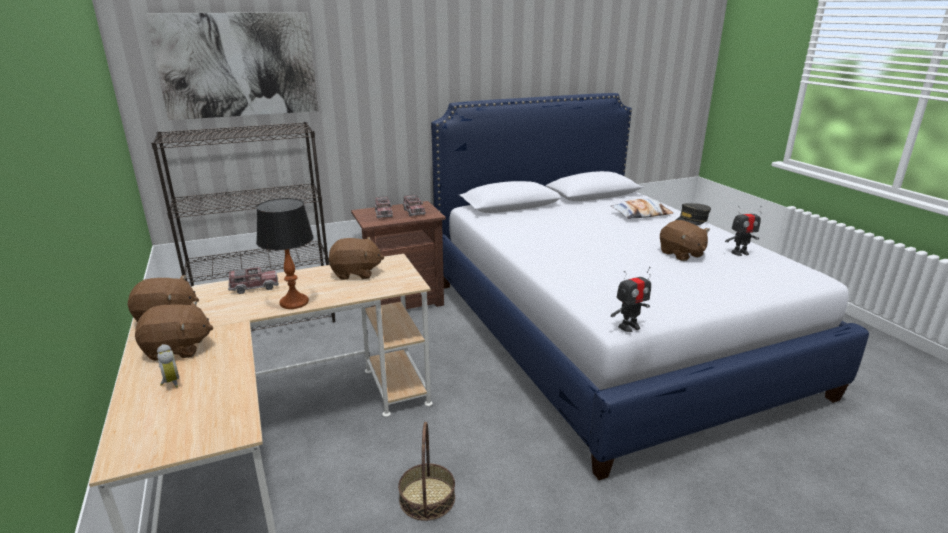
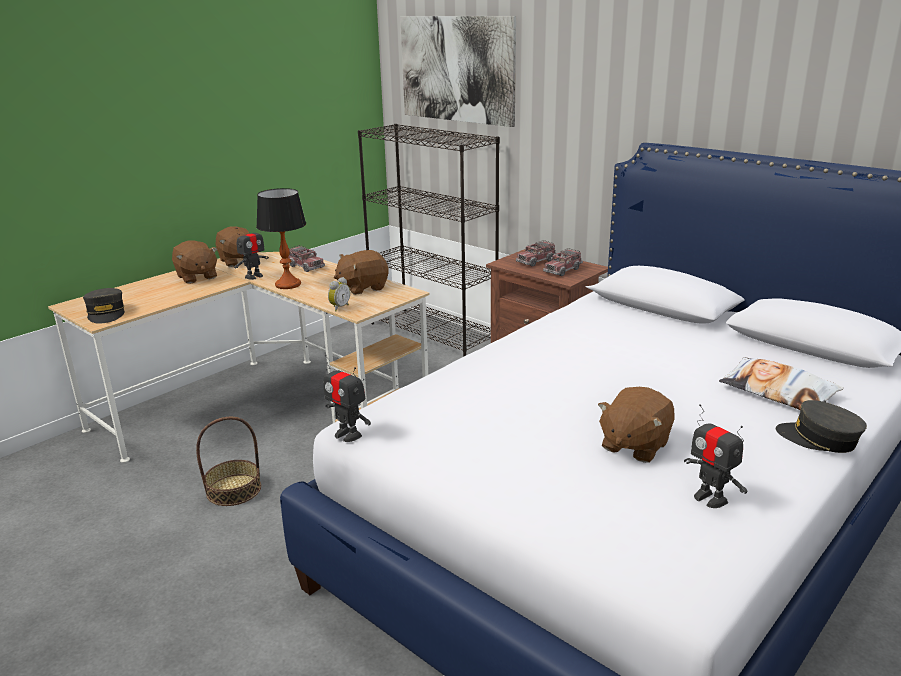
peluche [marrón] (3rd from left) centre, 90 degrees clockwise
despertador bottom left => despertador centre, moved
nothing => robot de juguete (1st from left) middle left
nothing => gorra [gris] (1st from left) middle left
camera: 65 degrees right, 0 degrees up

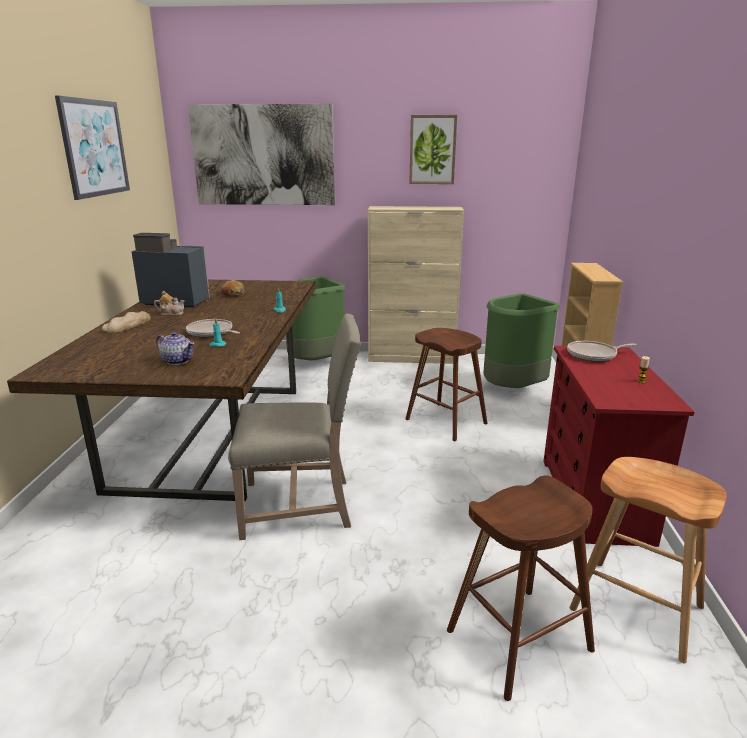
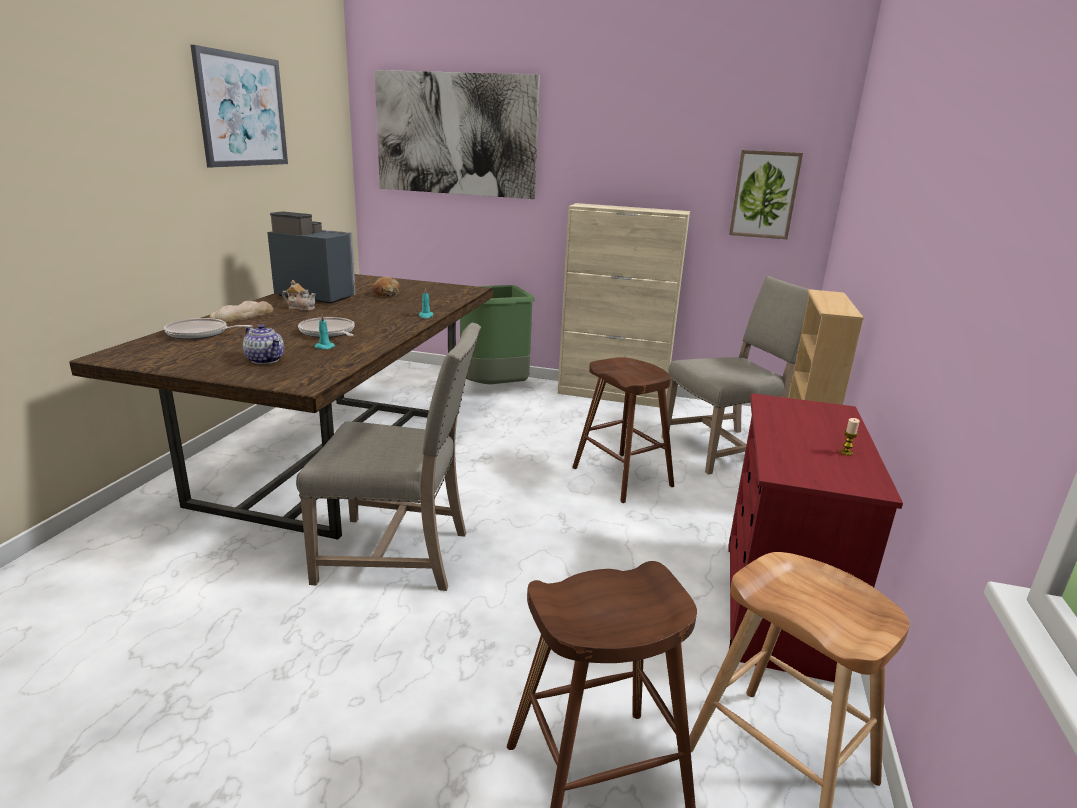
cuadro (3rd from left) top centre => cuadro (3rd from left) top right, moved
papelera [verde] (2nd from left) middle right => silla [beis] (2nd from left) middle right
sartén (2nd from left in the first image) middle right => sartén (1st from left) middle left, moved
camera: 10 degrees right, 0 degrees up

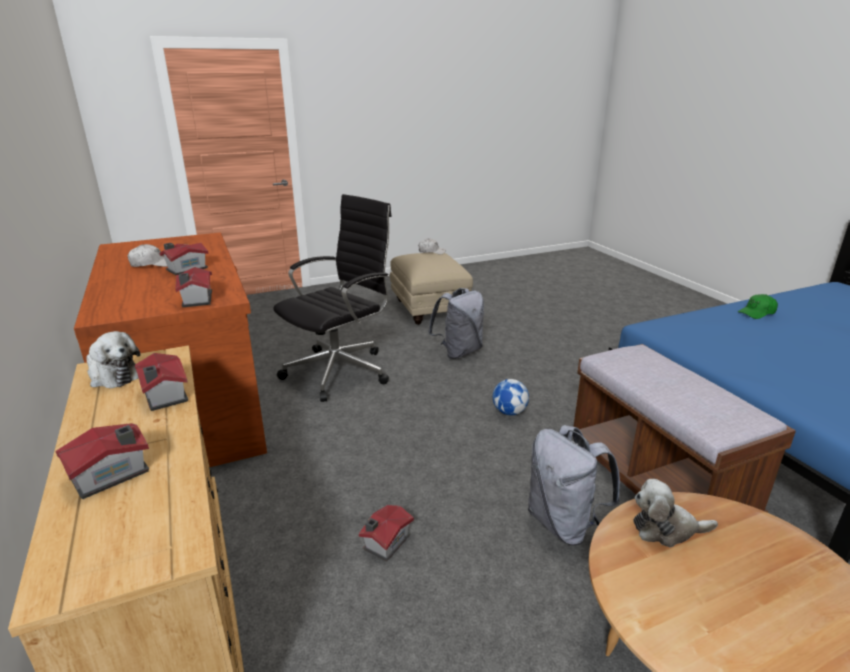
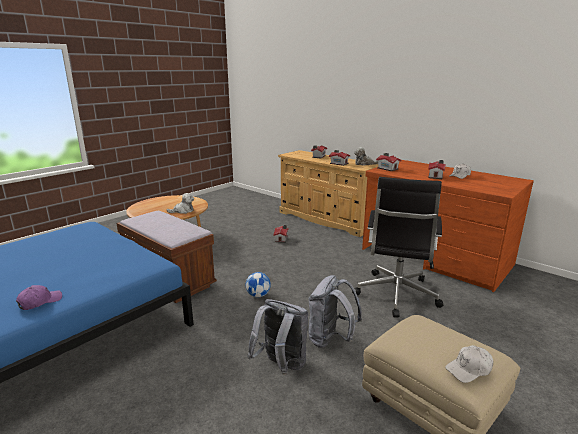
gorra [verde] middle right => gorra [morado] bottom left
mochila [gris] (2nd from left in the first image) bottom right => mochila [gris] (1st from left) bottom centre, moved
camera: 155 degrees right, 5 degrees down

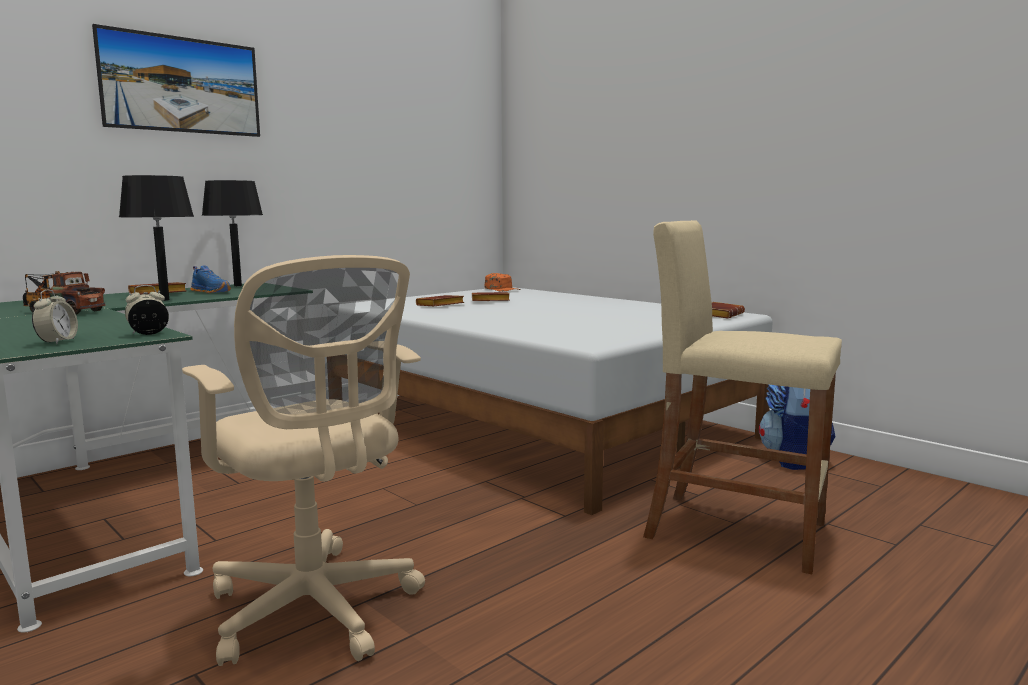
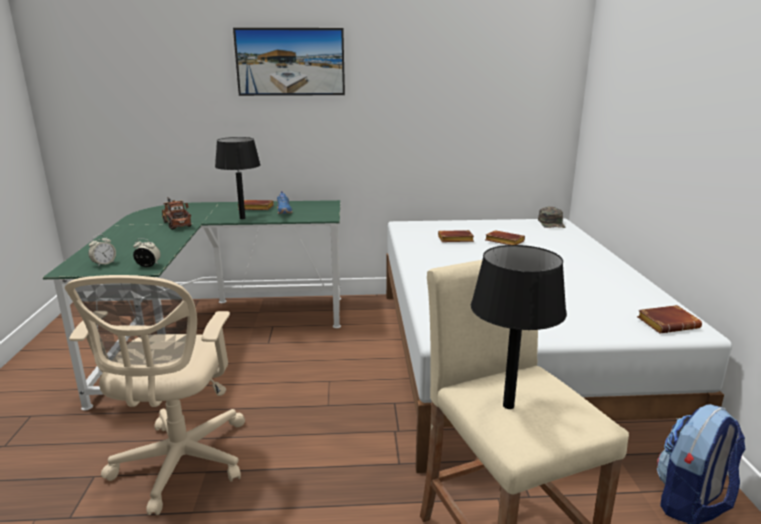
lámpara de mesa [negro] (2nd from left) middle left => lámpara de mesa [negro] (2nd from left) middle right, moved
gorra [naranja] centre => gorra [verde] middle right
camera: 40 degrees right, 10 degrees up

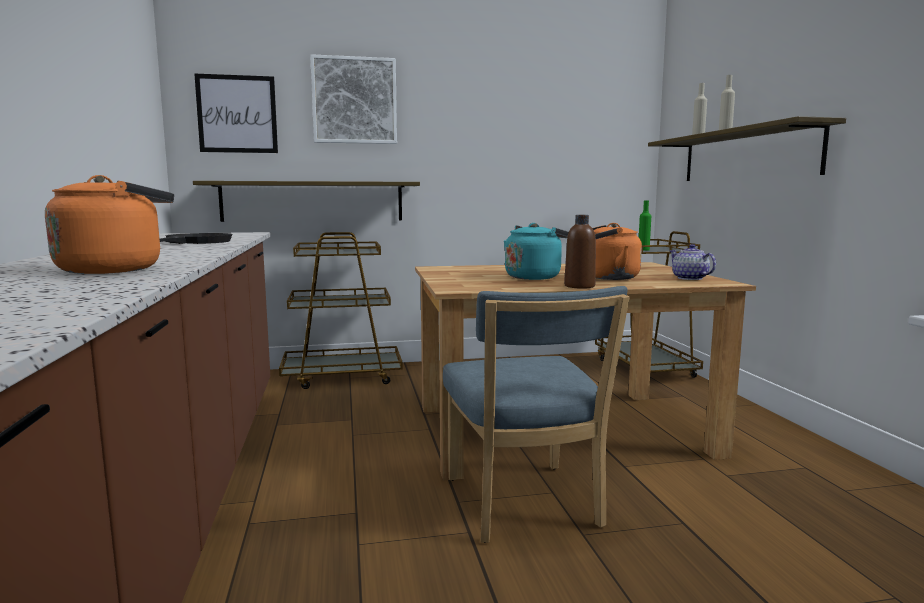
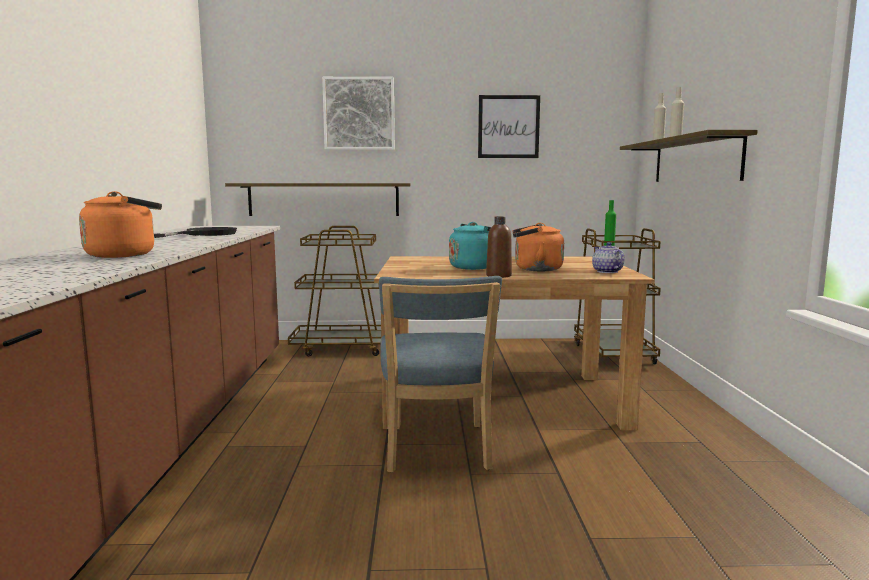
cuadro (1st from left in the first image) top left => cuadro (2nd from left) top centre, moved
camera: 10 degrees right, 0 degrees up

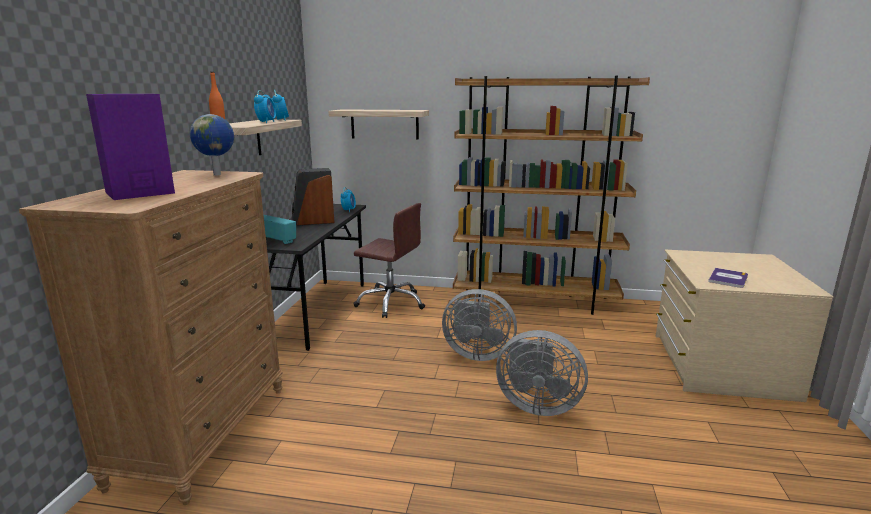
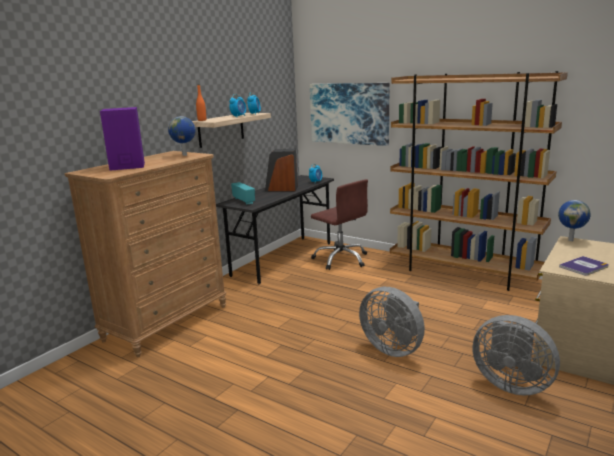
estante (2nd from left) top centre => cuadro top centre
ventilador [gris] (1st from left in the first image) centre => ventilador [gris] (2nd from left) bottom right, moved
nothing => globo terráqueo (2nd from left) middle right
camera: 25 degrees right, 0 degrees up

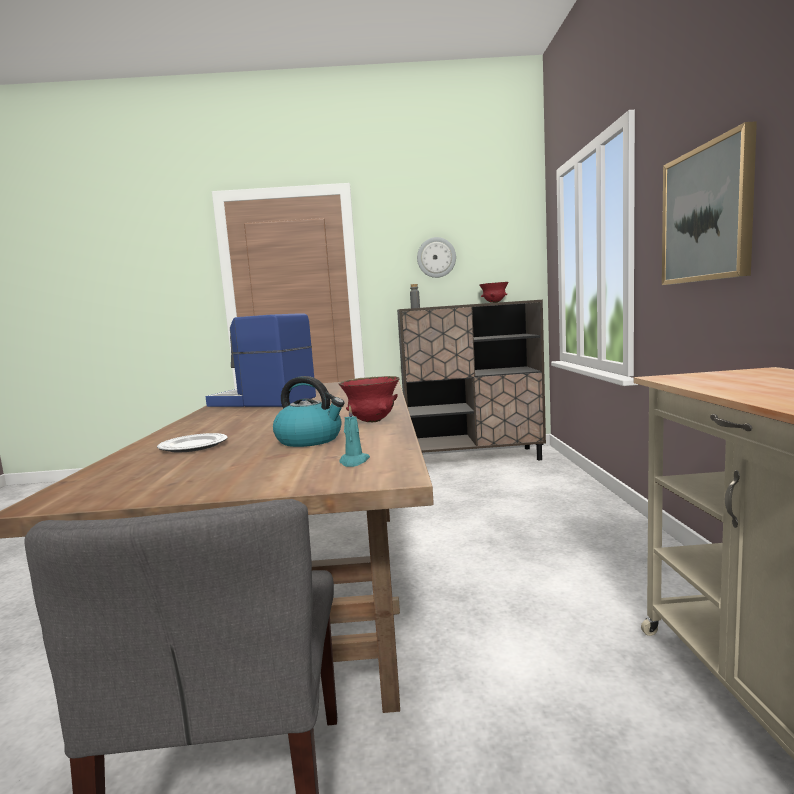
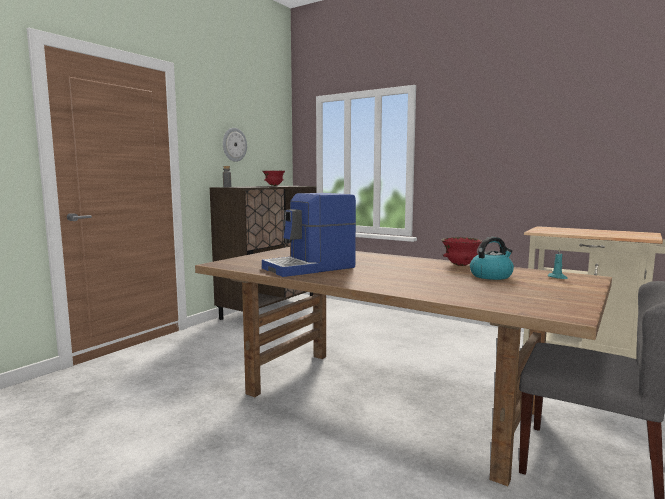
cuadro top right => nothing
plato middle left => nothing
camera: 55 degrees left, 0 degrees up

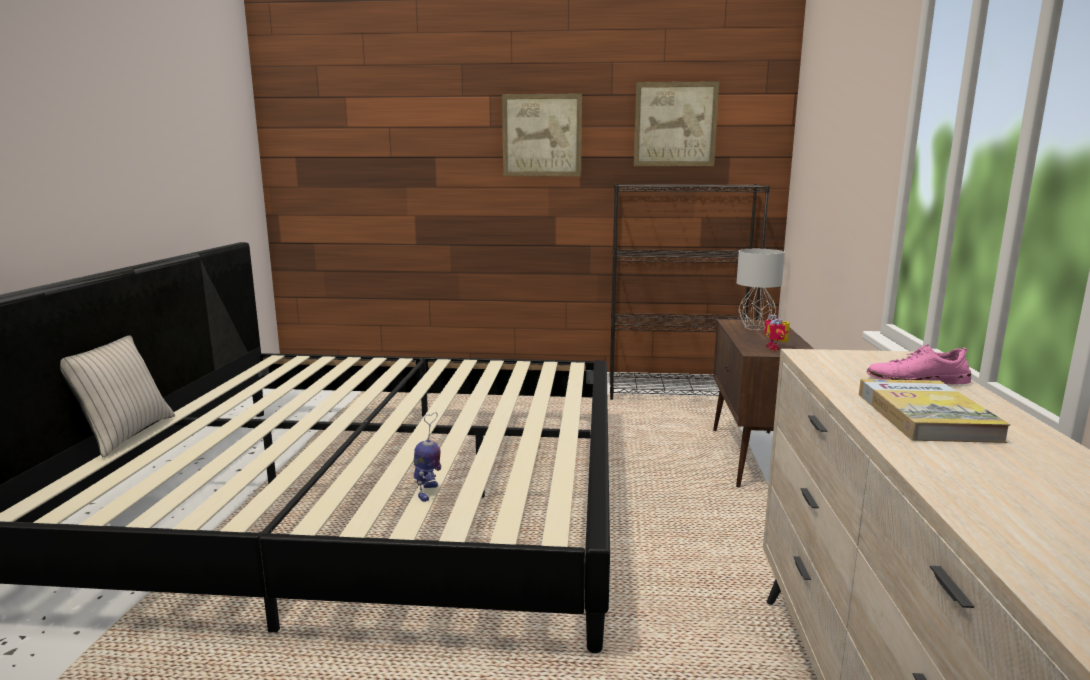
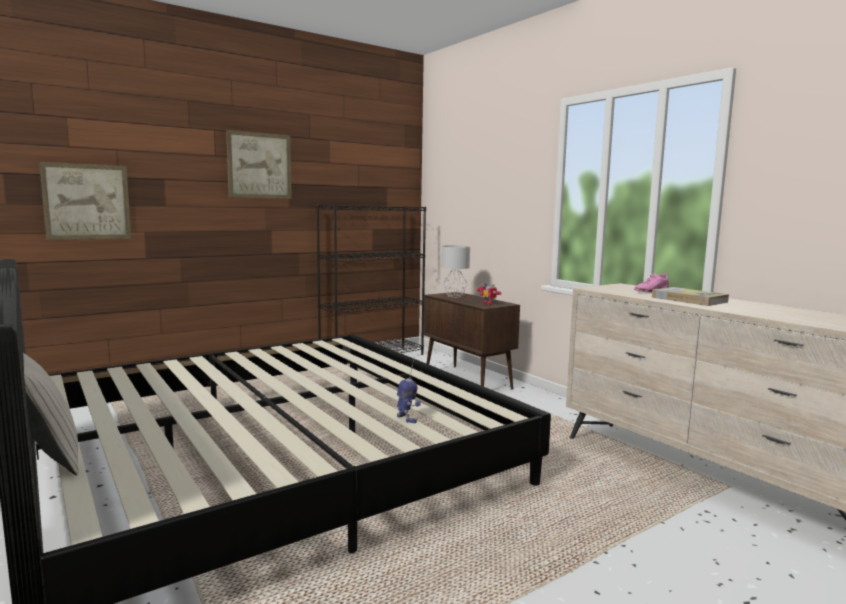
cuadro (2nd from left in the first image) top centre => cuadro (1st from left) top left, moved
camera: 40 degrees left, 5 degrees down

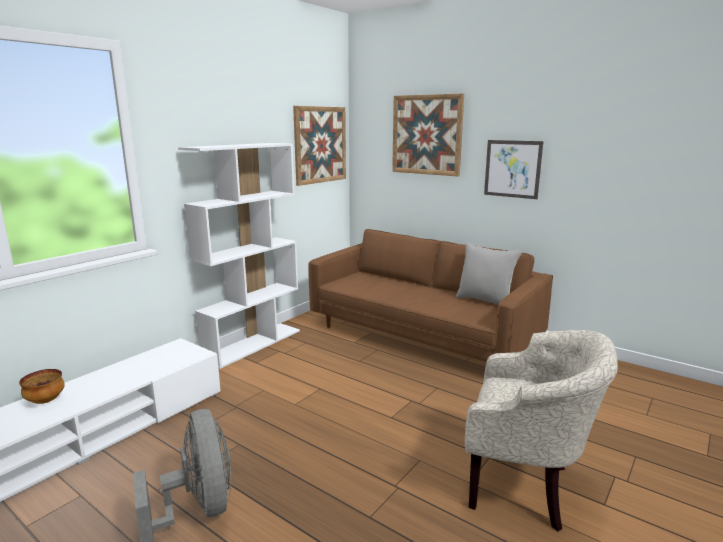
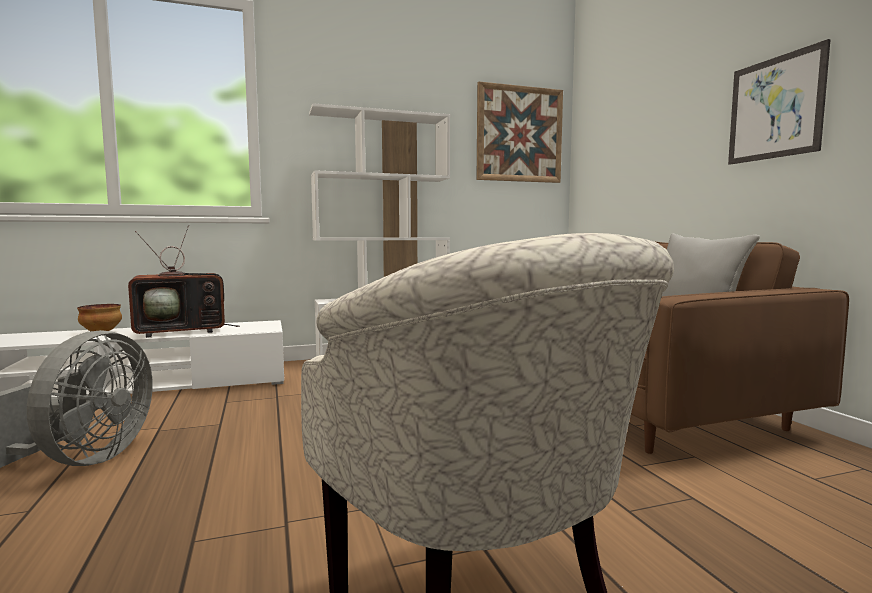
cuadro (2nd from left) top centre => nothing
nothing => televisor middle left
camera: 35 degrees right, 10 degrees down

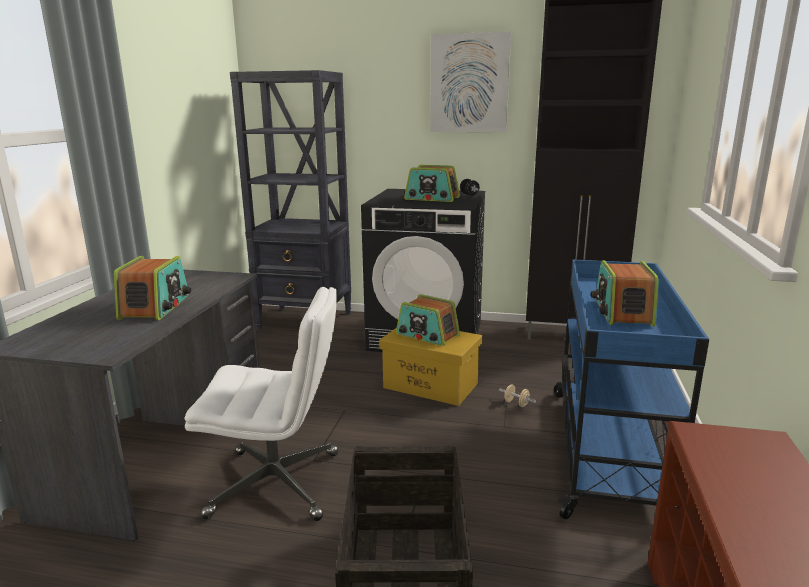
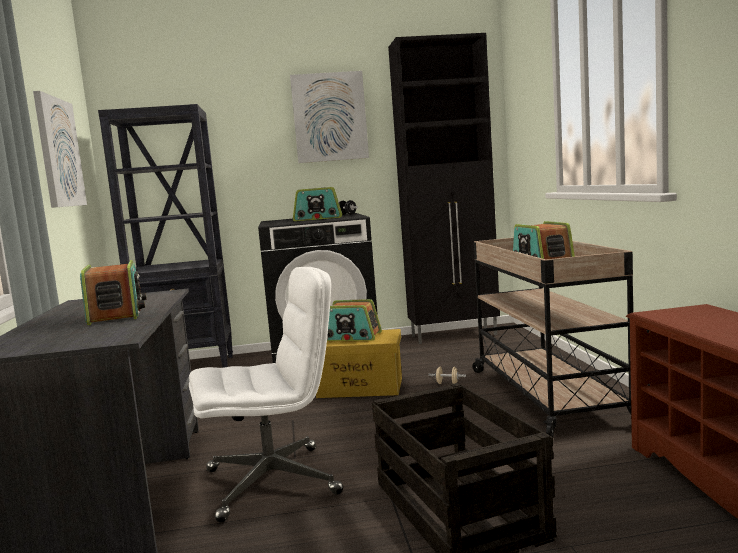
carrito [azul] middle right => carrito [beis] middle right
nothing => cuadro (1st from left) top left
camera: 20 degrees left, 10 degrees down

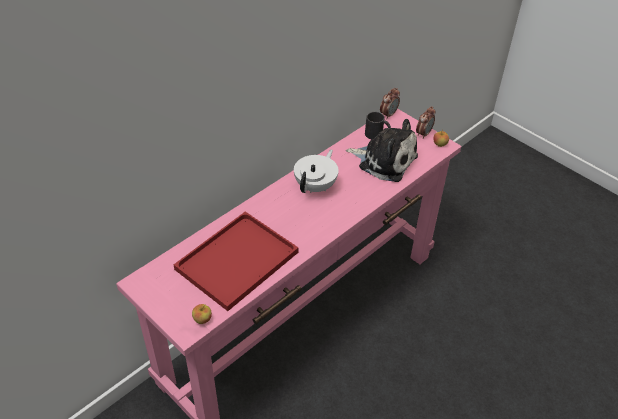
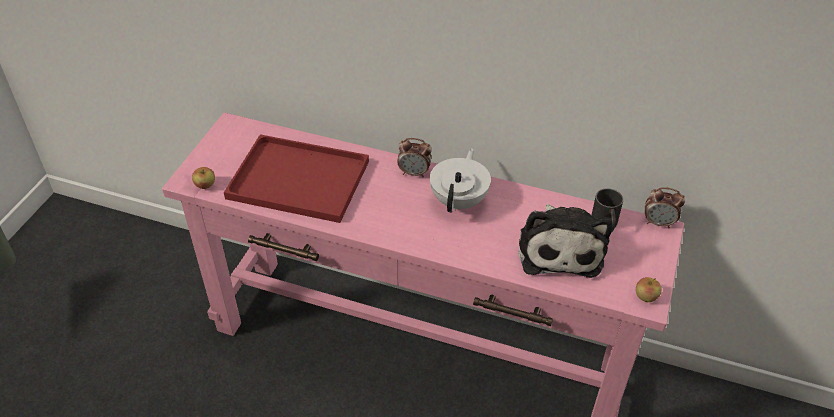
despertador (2nd from left in the first image) top right => despertador (1st from left) centre, moved
tetera [blanco] centre, 75 degrees counterclockwise
camera: 65 degrees right, 0 degrees up

